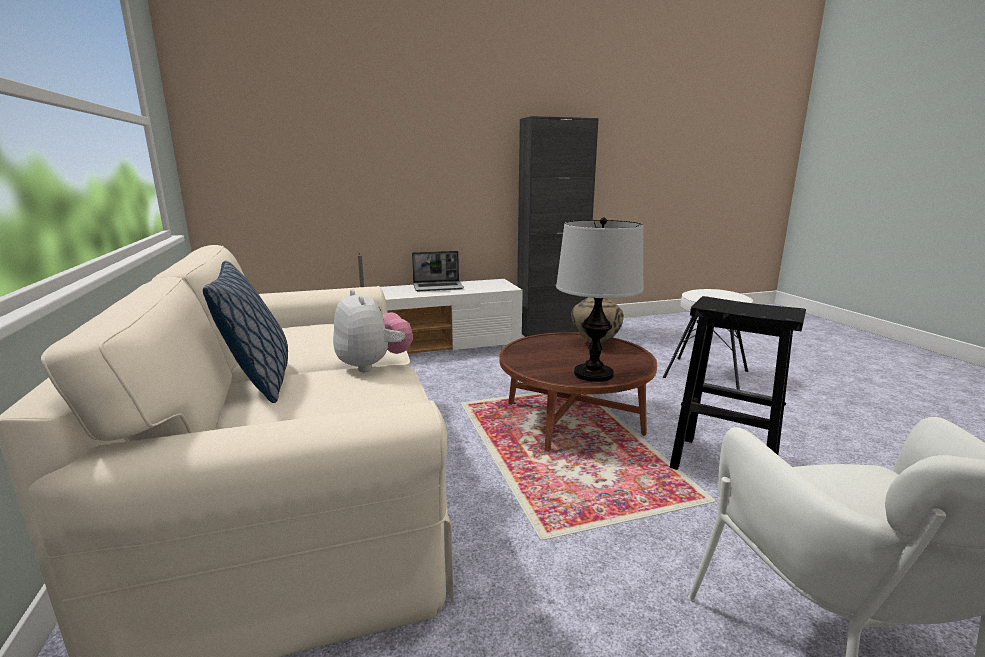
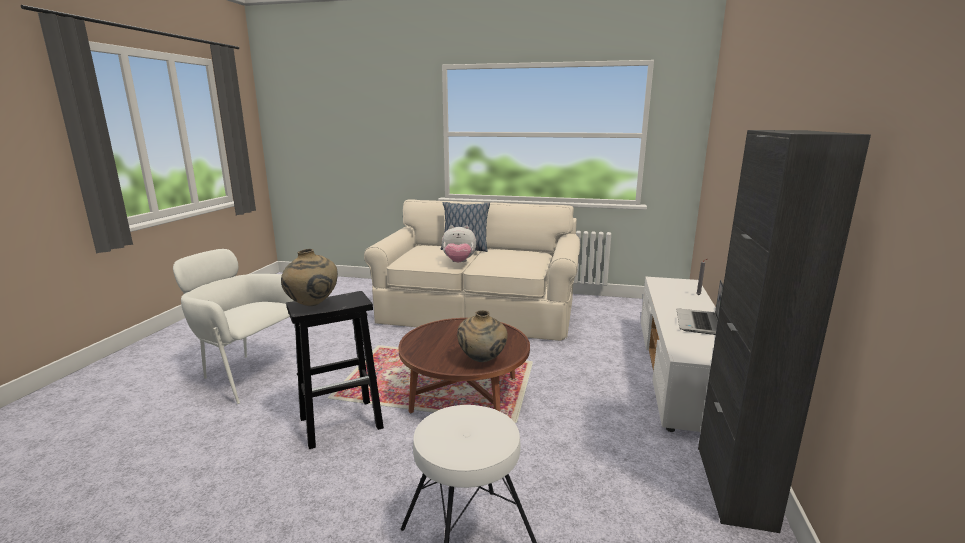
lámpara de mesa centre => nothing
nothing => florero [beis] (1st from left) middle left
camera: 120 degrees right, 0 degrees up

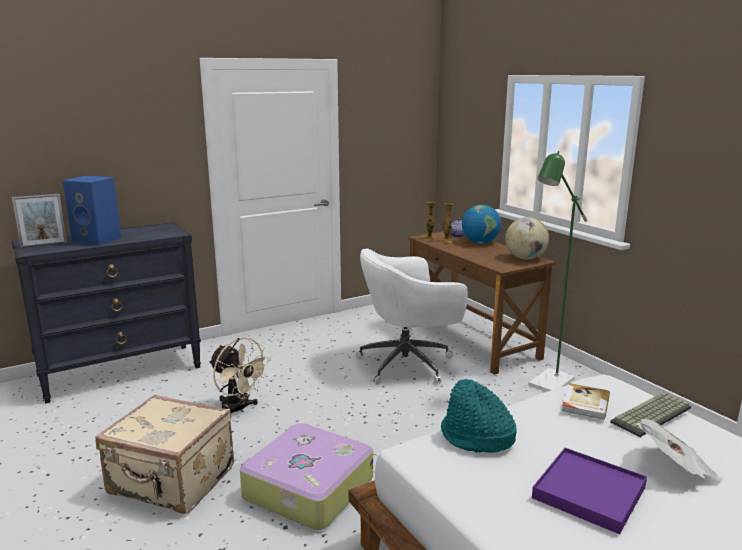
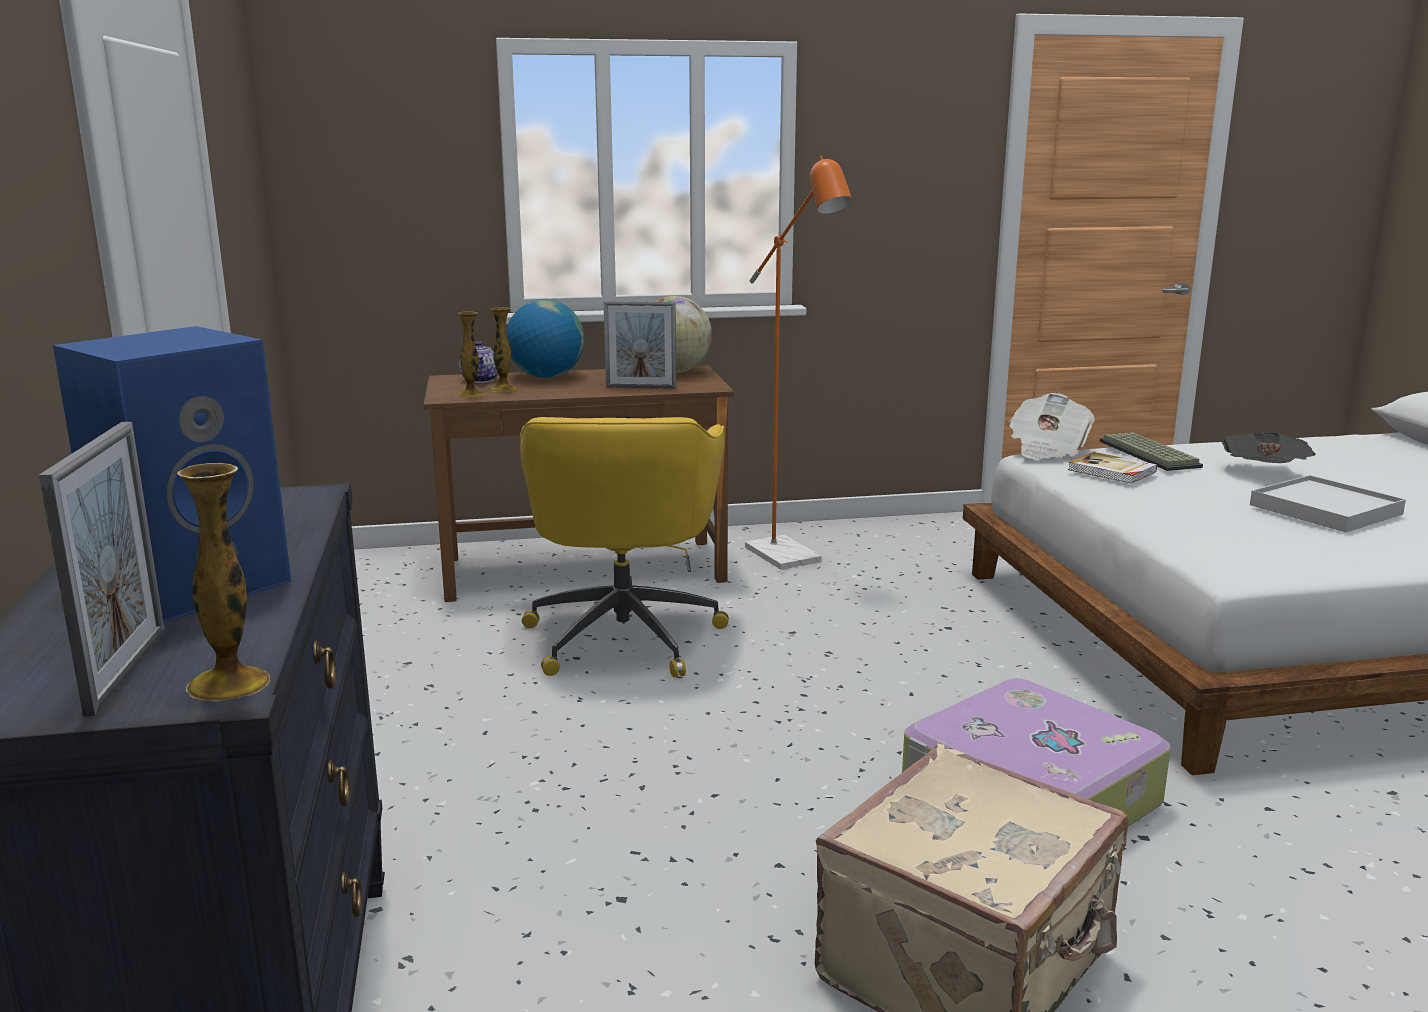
lámpara de pie [verde] middle right => lámpara de pie [naranja] centre
silla de oficina [blanco] centre => silla de oficina [amarillo] centre
ventilador [beis] bottom left => nothing
sombrero [turquesa] bottom centre => nothing
bandeja [morado] bottom right => bandeja [blanco] middle right
nothing => portarretratos (2nd from left) centre
nothing => periódico (1st from left) middle right
nothing => florero (1st from left) middle left
camera: 70 degrees left, 0 degrees up

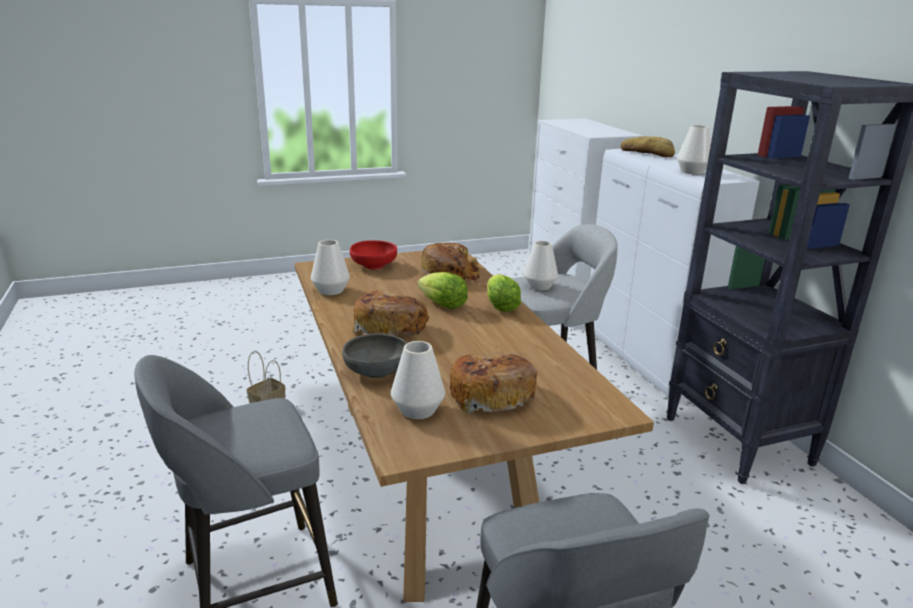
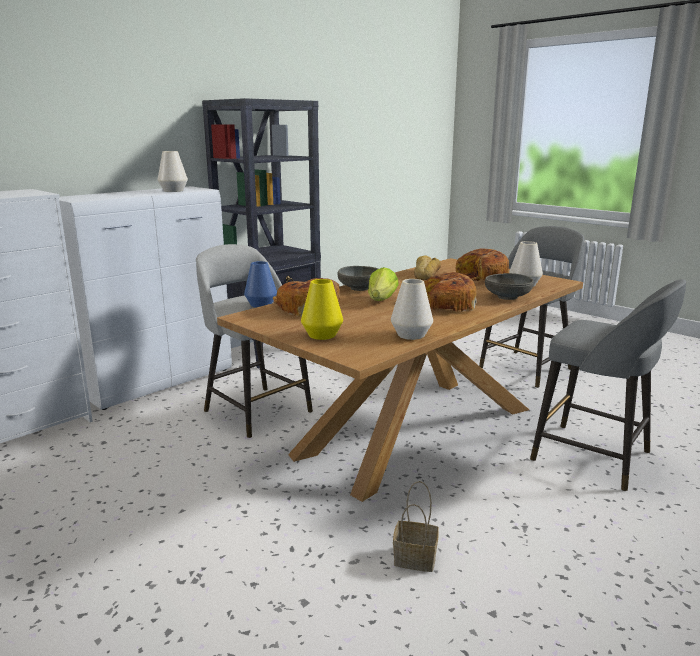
pan (4th from left in the first image) top right => pan (2nd from left) centre, moved
cuenco [rojo] centre => florero [amarillo] centre
florero [blanco] (3rd from left) centre => florero [azul] centre
lechuga (2nd from left) centre => cuenco [gris] (1st from left) centre
camera: 115 degrees left, 5 degrees down

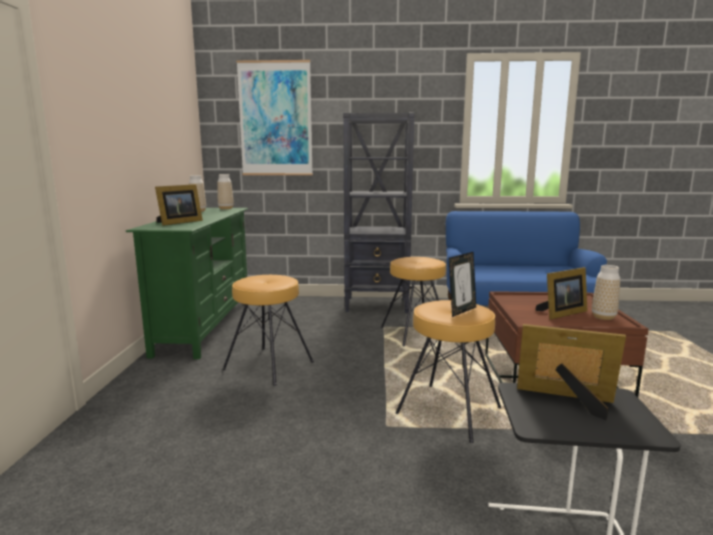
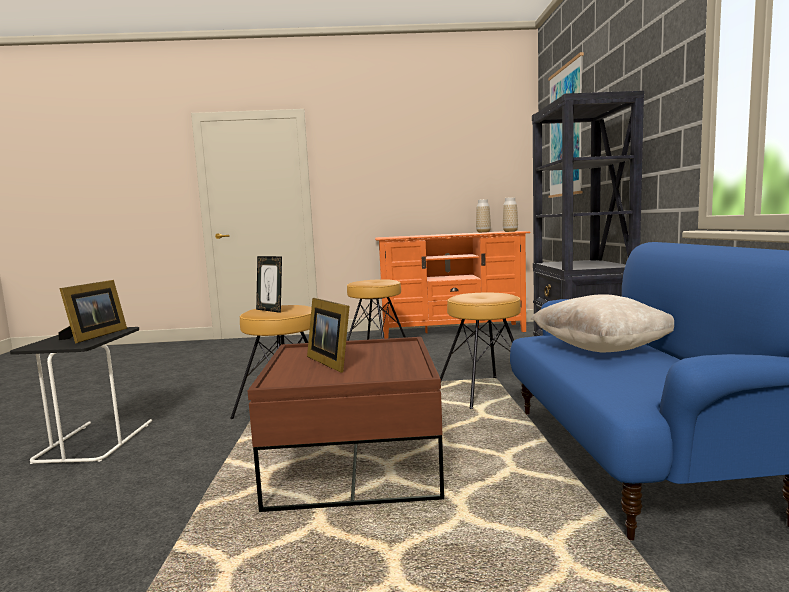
portarretratos (1st from left) middle left => nothing
mueble de televisión [verde] middle left => mueble de televisión [naranja] centre
florero (3rd from left) middle right => nothing
nothing => cojín [beis] middle right
camera: 85 degrees right, 5 degrees down

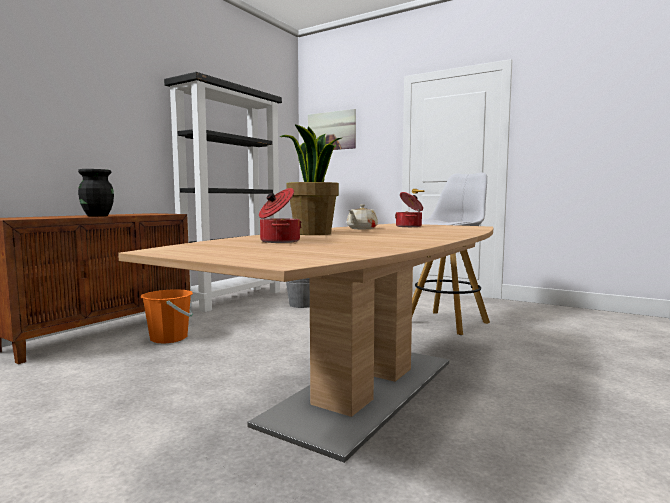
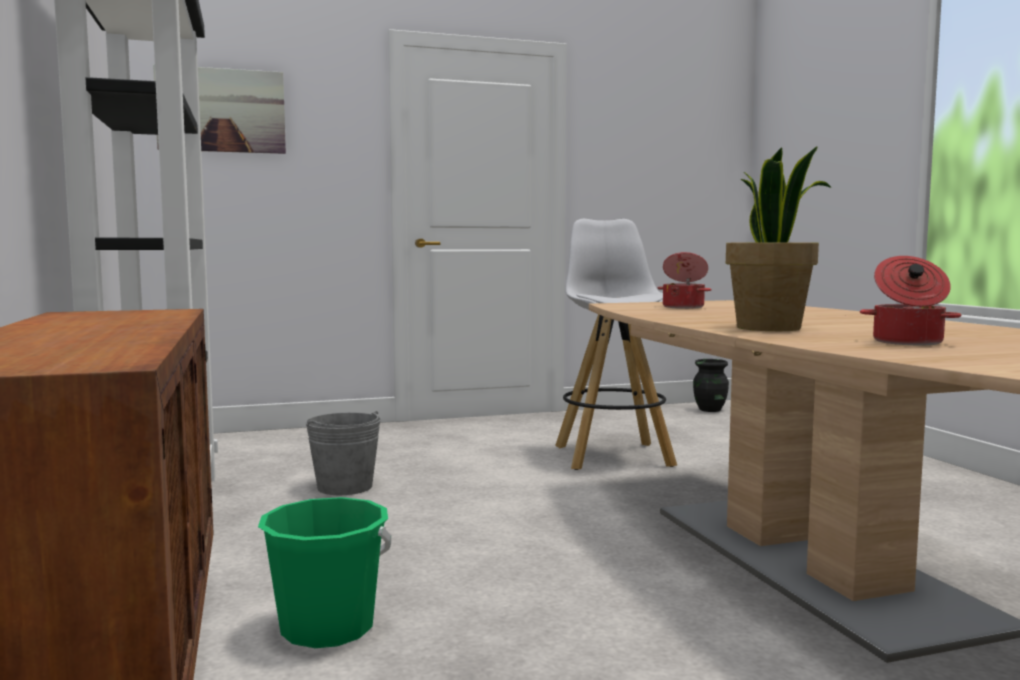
florero [negro] middle left => florero [negro] middle right, moved
tetera [beis] centre => nothing
cubo [naranja] middle left => cubo [verde] bottom left
camera: 50 degrees left, 0 degrees up

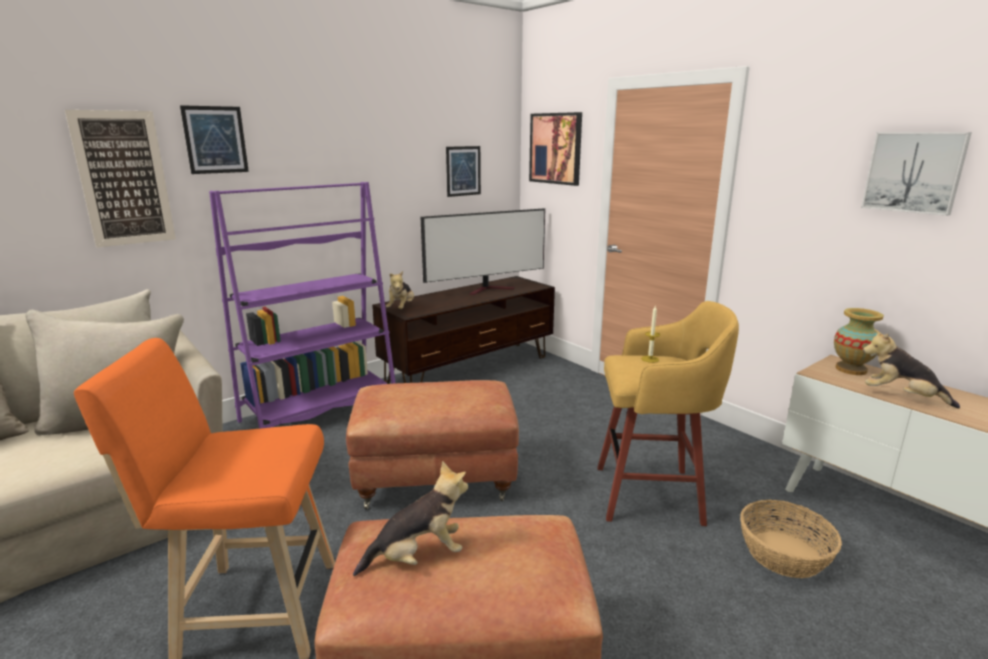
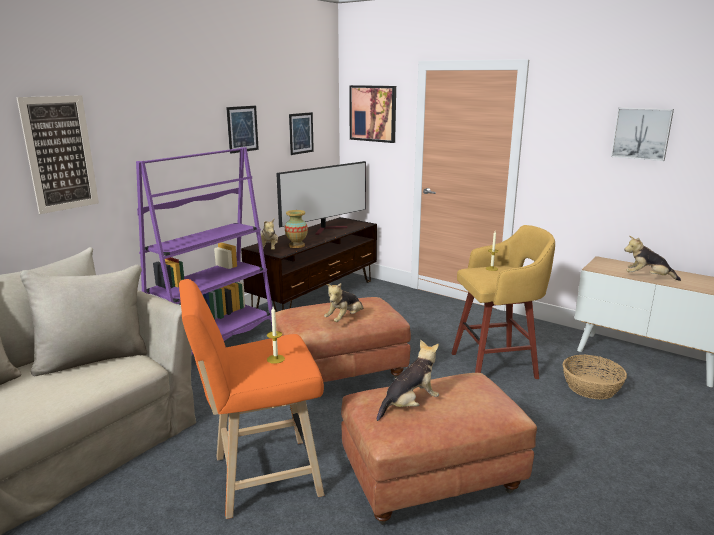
cuadro (2nd from left) top left => cuadro (2nd from left) top centre, moved
florero middle right => florero centre, moved
nothing => peluche (2nd from left) centre
nothing => vela (1st from left) centre
camera: 15 degrees left, 0 degrees up

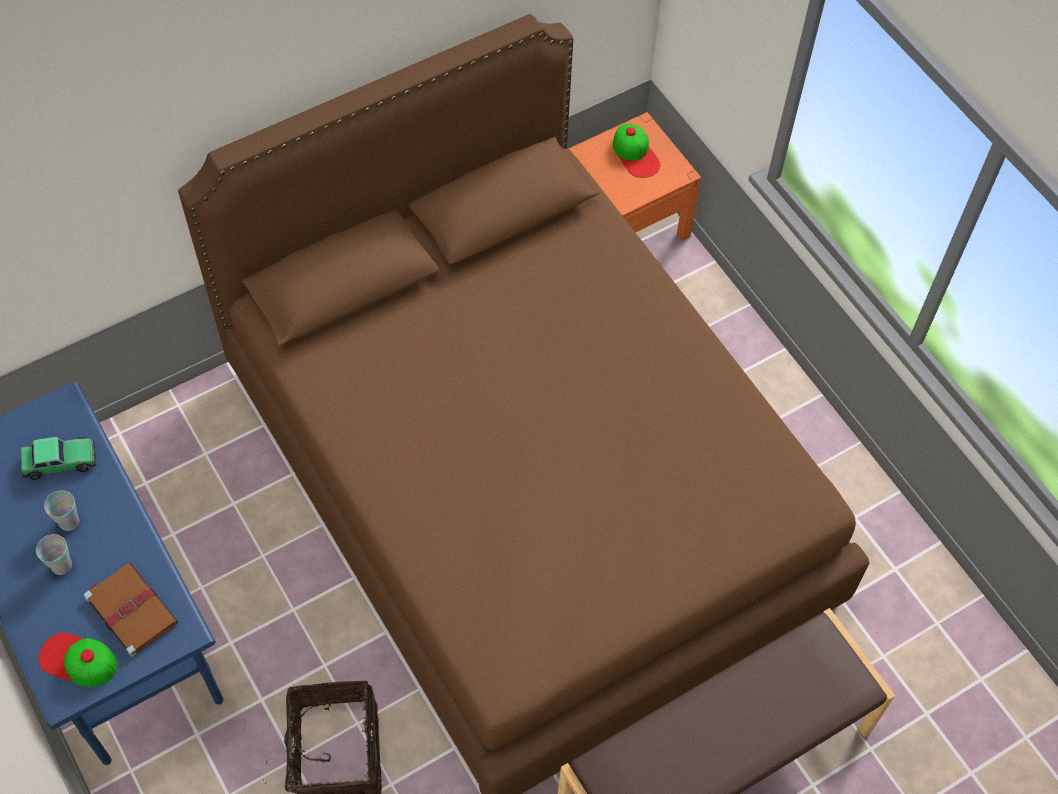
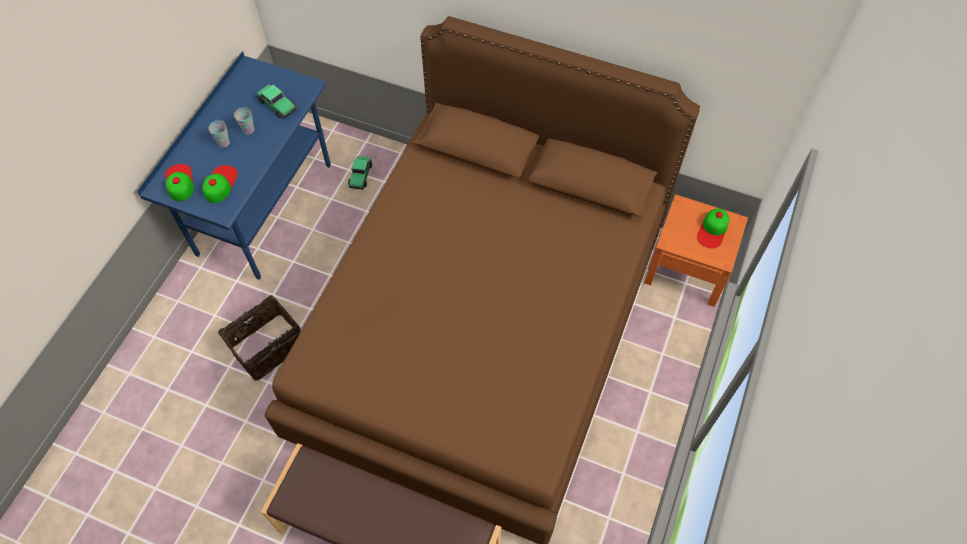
libro [marrón] bottom left => gorra (2nd from left) middle left
nothing => coche de juguete (2nd from left) top centre
camera: 55 degrees right, 0 degrees up

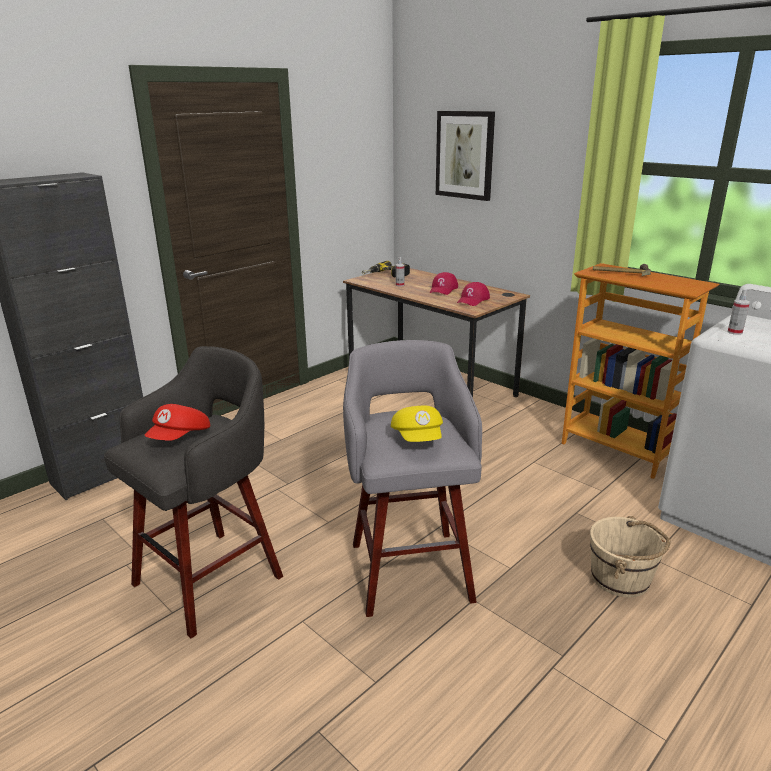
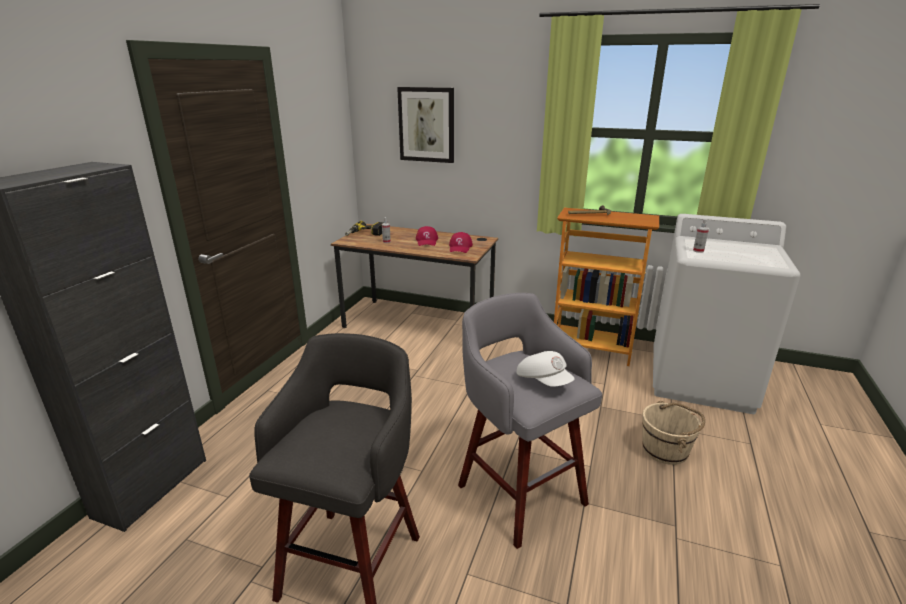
gorra [rojo] (1st from left) middle left => nothing
gorra [amarillo] centre => gorra [blanco] centre
camera: 25 degrees left, 0 degrees up

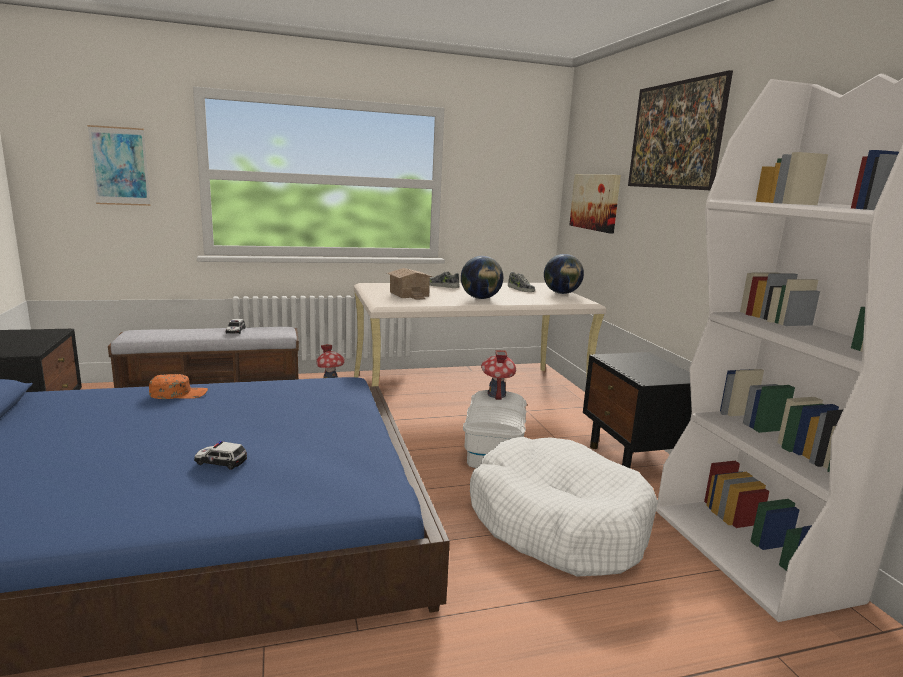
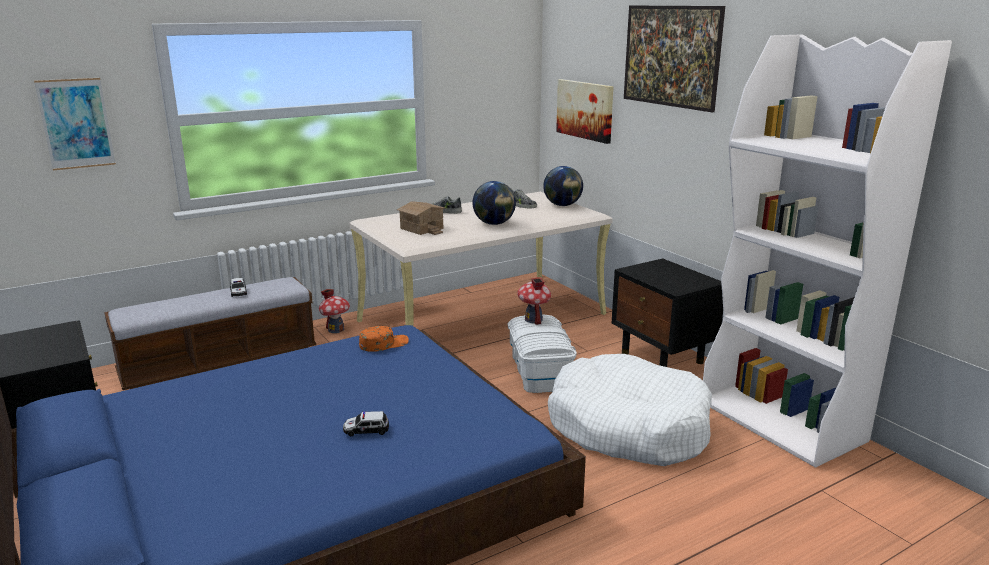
gorra [naranja] middle left => gorra [naranja] centre, moved
camera: 15 degrees left, 5 degrees up

